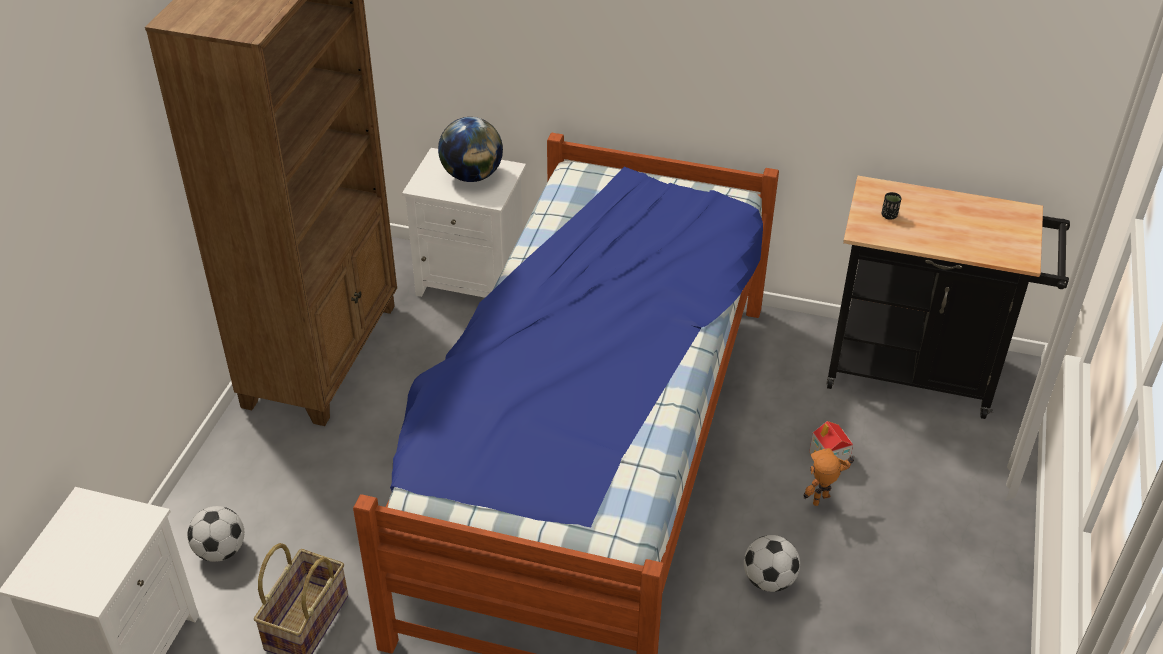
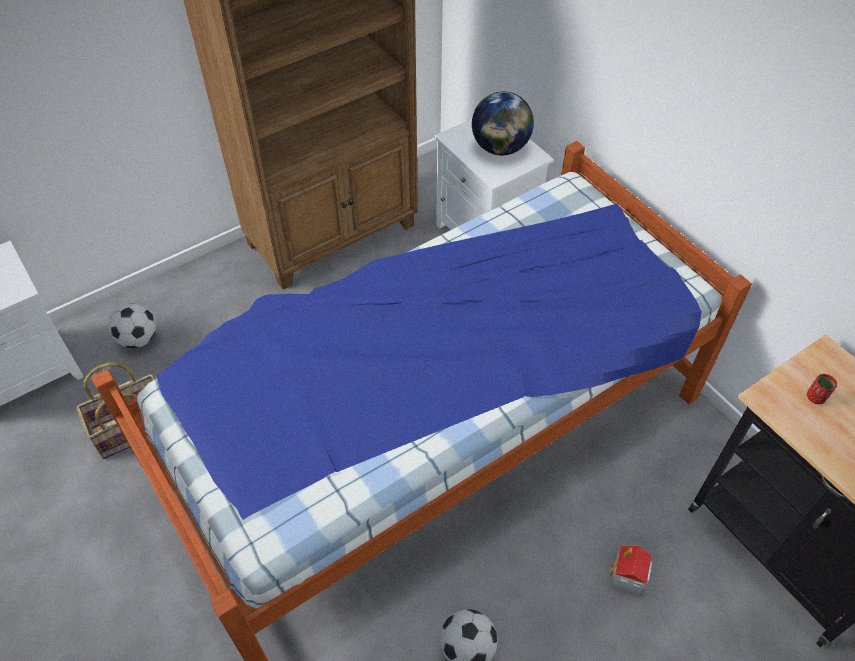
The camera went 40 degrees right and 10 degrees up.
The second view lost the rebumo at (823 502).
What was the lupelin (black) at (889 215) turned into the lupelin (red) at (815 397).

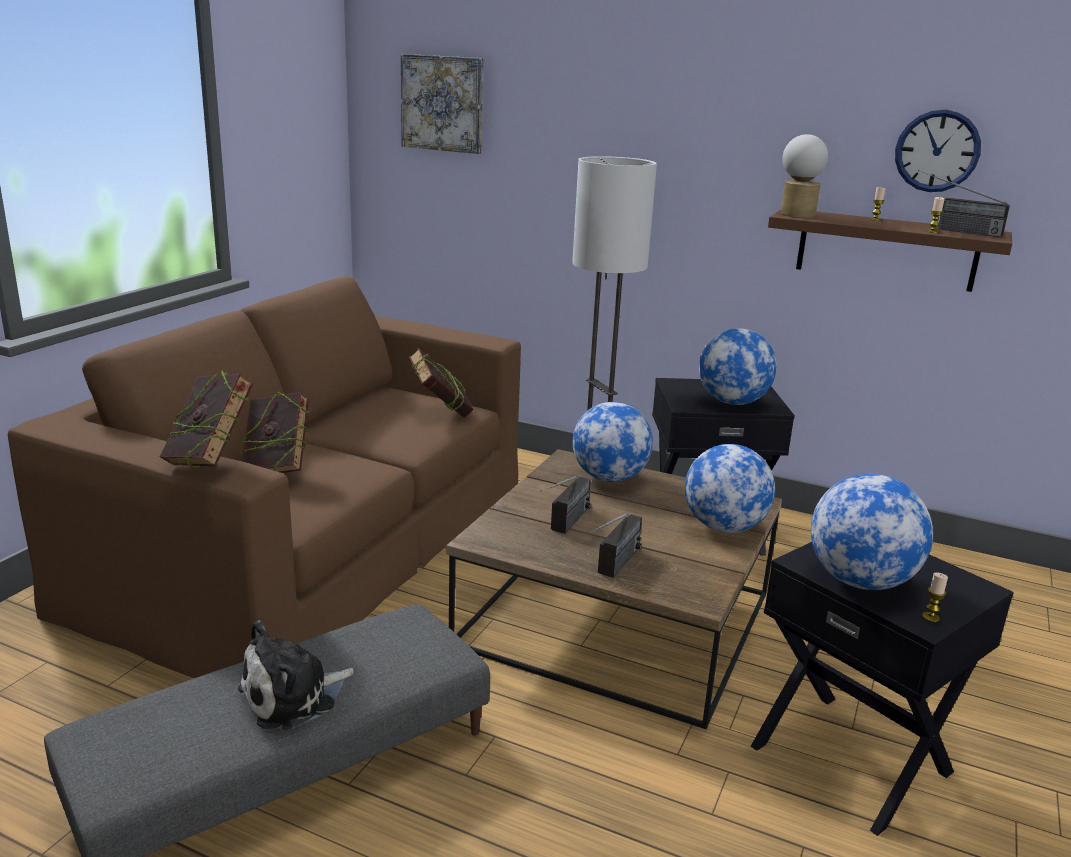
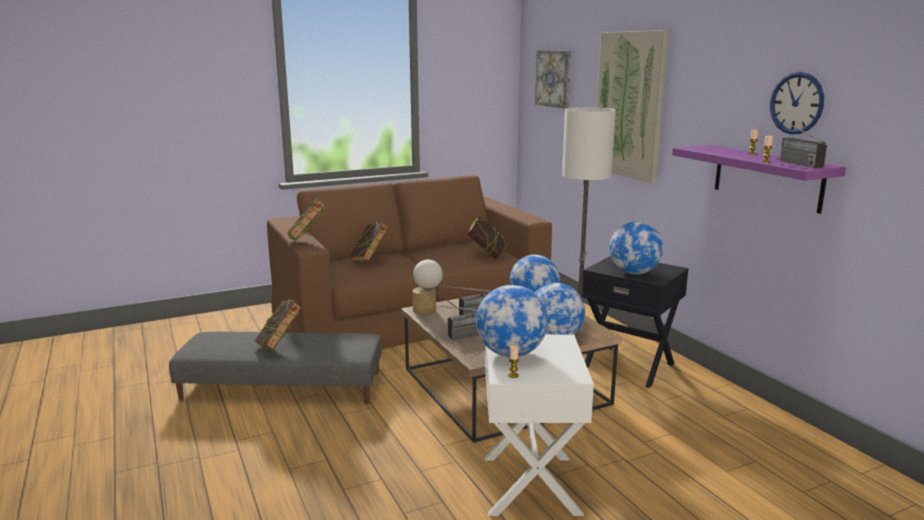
The camera went 40 degrees right and 5 degrees down.
The second view gained the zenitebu at (630 105).
The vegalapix ended up elsewhere, having gone from (797 214) to (427 309).
Where the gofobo stood at (293 697), the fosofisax came to stand at (280 347).
What was the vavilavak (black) at (852 757) turned into the vavilavak (white) at (532 485).
What was the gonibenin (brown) at (886 249) turned into the gonibenin (purple) at (767 177).

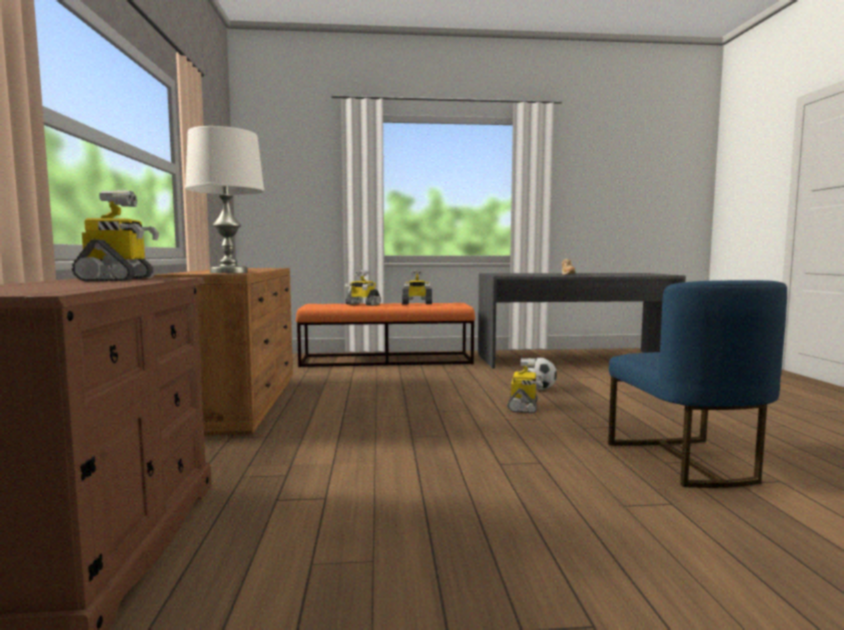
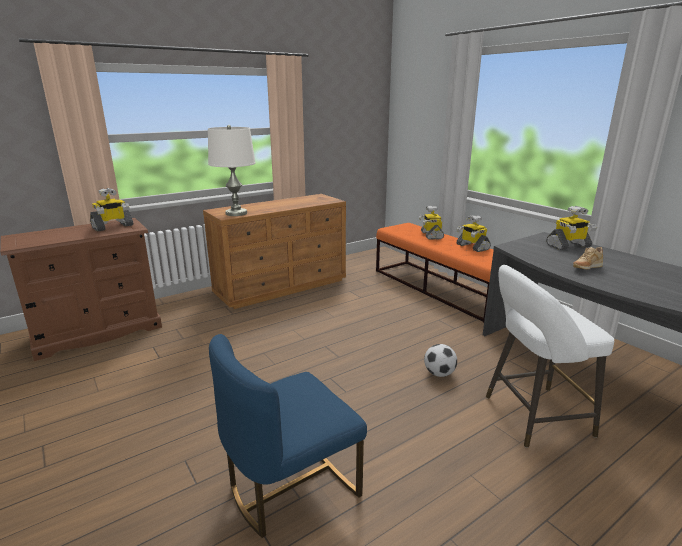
The camera went 60 degrees right and 15 degrees up.
The second view gained the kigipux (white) at (532 416).
The rebumo ended up elsewhere, having gone from (524 406) to (568 246).

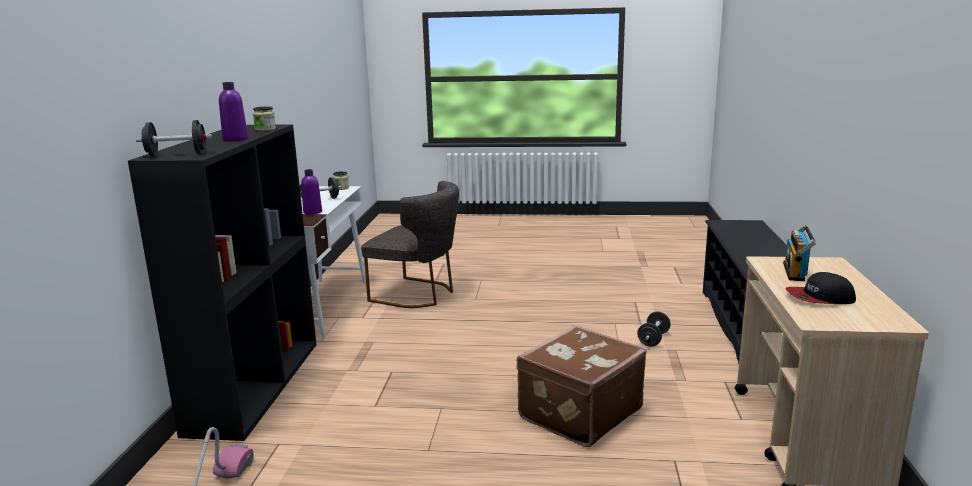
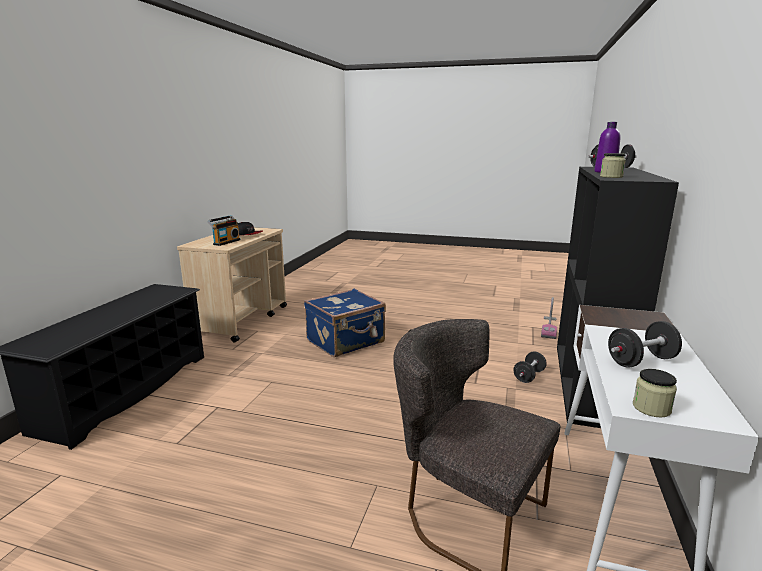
The camera went 170 degrees left and 0 degrees up.
The second view lost the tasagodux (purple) at (312 212).
The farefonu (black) ended up elsewhere, having gone from (653 339) to (529 376).
What was the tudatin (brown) at (578 413) turned into the tudatin (blue) at (346 342).

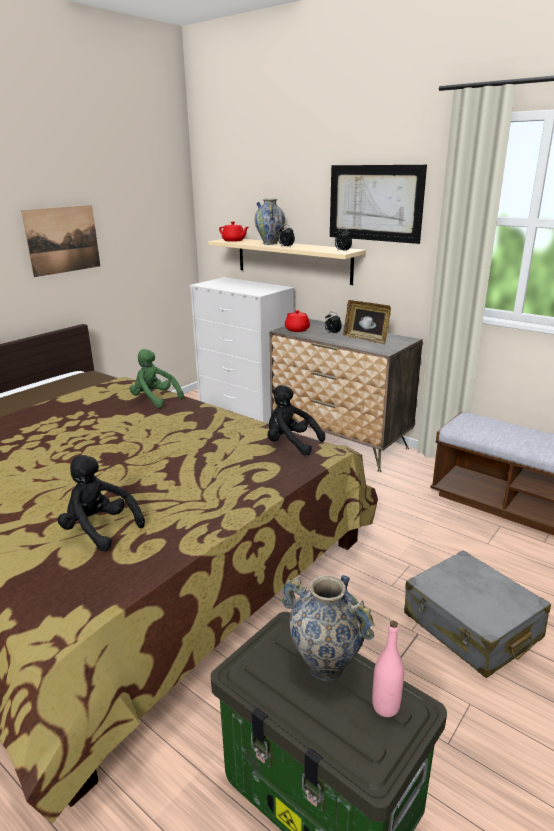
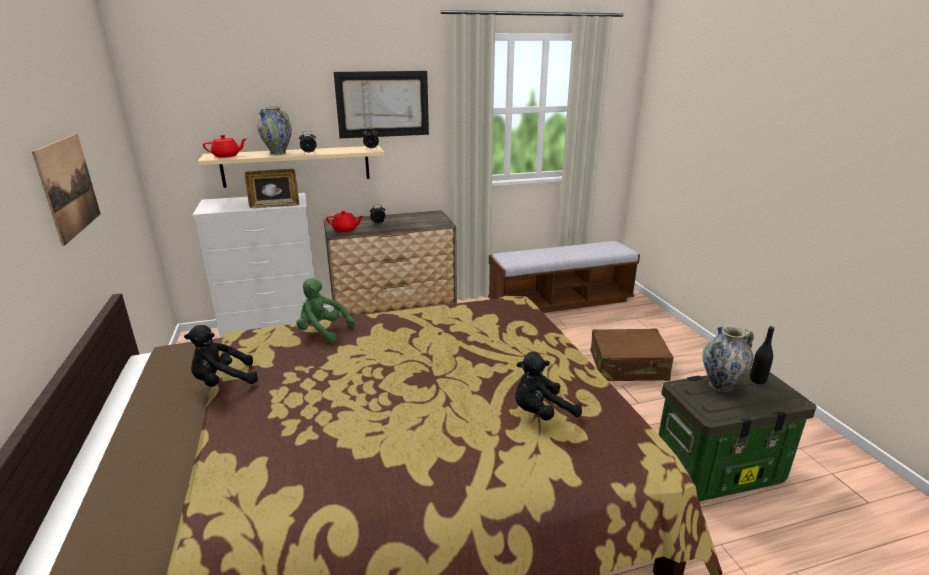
The camera went 55 degrees left and 0 degrees up.
The gofobo (black) ended up elsewhere, having gone from (290 444) to (223 381).
The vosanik ended up elsewhere, having gone from (366 339) to (275 206).
What was the tasagodux (pink) at (385 706) turned into the tasagodux (black) at (757 380).
What was the tudatin (grey) at (471 626) turned into the tudatin (brown) at (628 366).
The gofobo (green) at (154 399) ended up facing another way, 45 degrees clockwise from before.

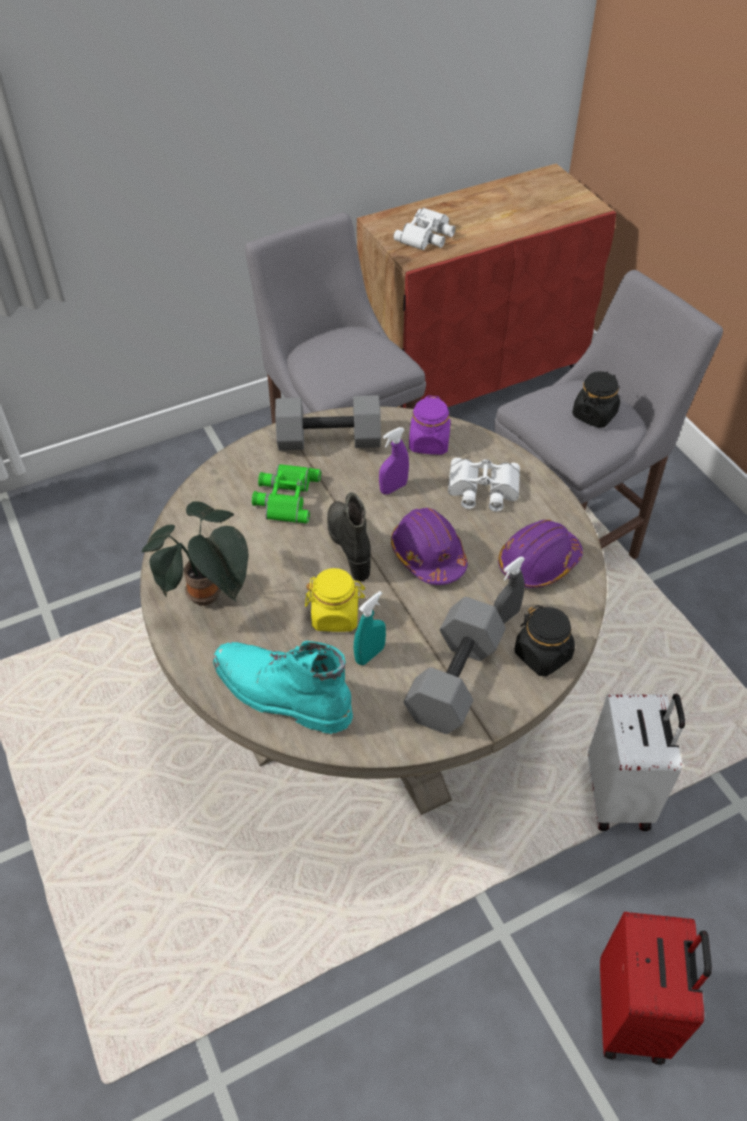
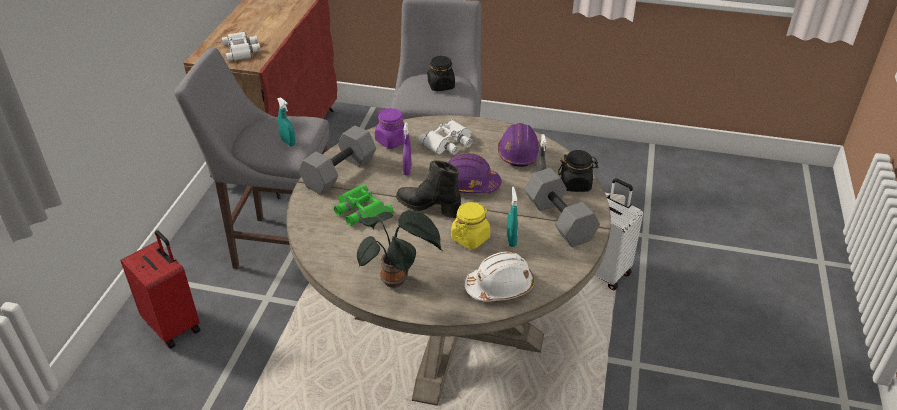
The camera went 50 degrees left and 10 degrees down.
The second view gained the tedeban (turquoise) at (288 142).
The tudatin (red) ended up elsewhere, having gone from (633 1014) to (174 325).
Where the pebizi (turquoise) stood at (280 693), the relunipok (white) came to stand at (500 286).

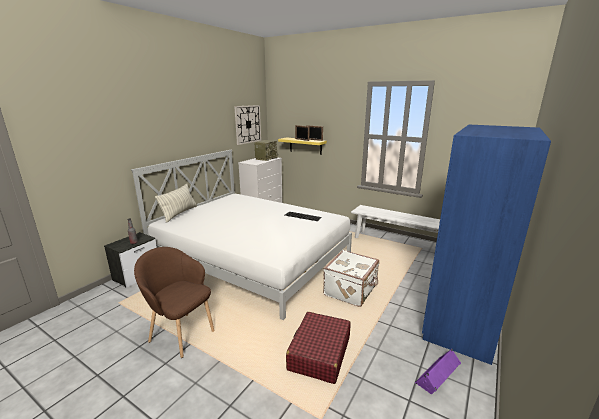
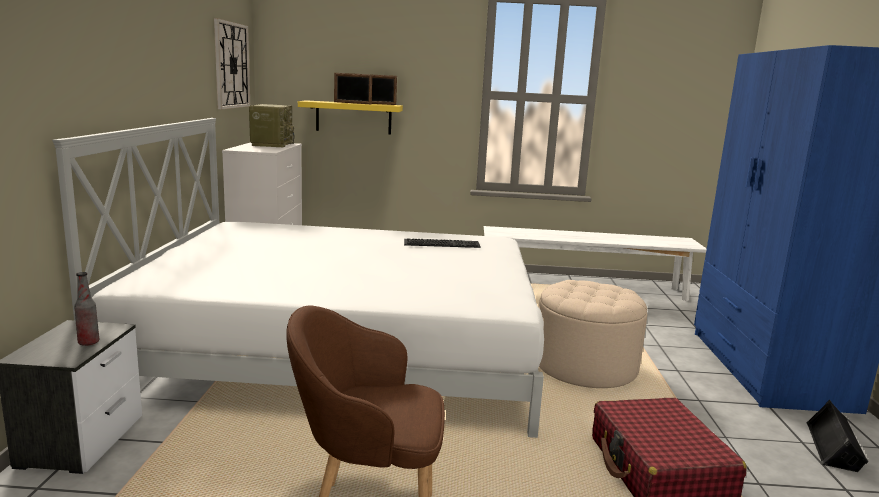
The camera went 30 degrees left and 5 degrees down.
The second view lost the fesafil at (179 213).
Where the tudatin (white) stood at (351 290), the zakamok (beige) came to stand at (585 366).
What was the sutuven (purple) at (438 376) turned into the sutuven (black) at (835 447).

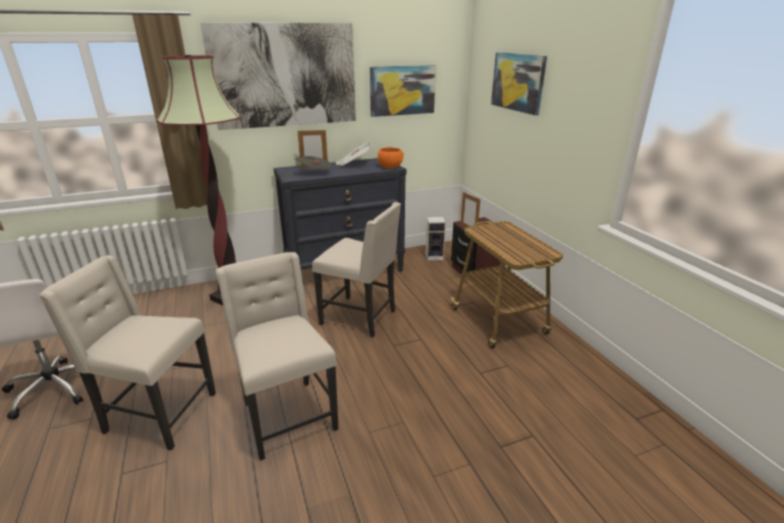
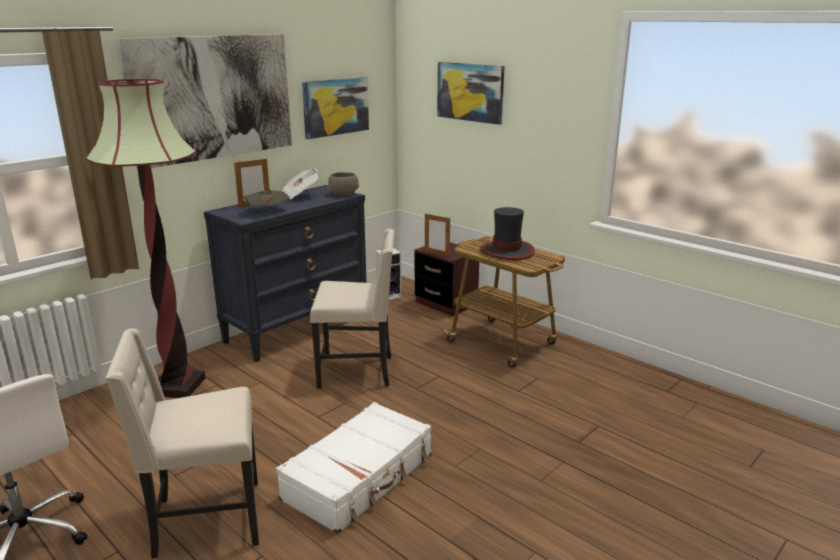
The camera went 25 degrees left and 5 degrees down.
The second view gained the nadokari at (507 251).
Where the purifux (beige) stood at (287 416), the tudatin (white) came to stand at (360 477).
What was the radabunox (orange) at (390 166) turned into the radabunox (grey) at (343 194).

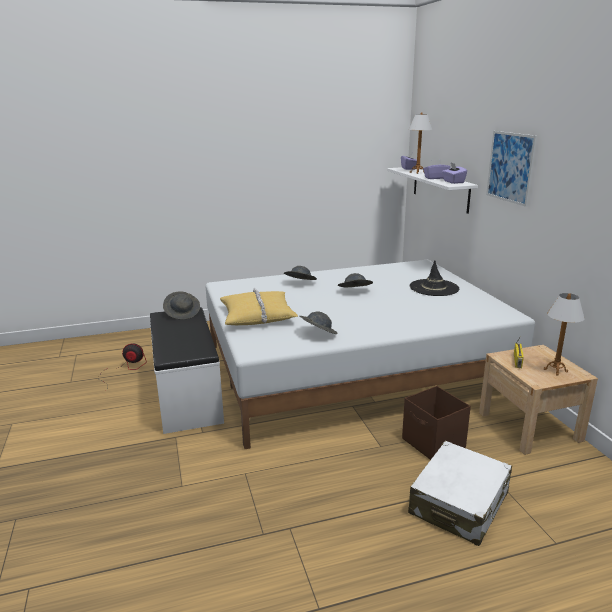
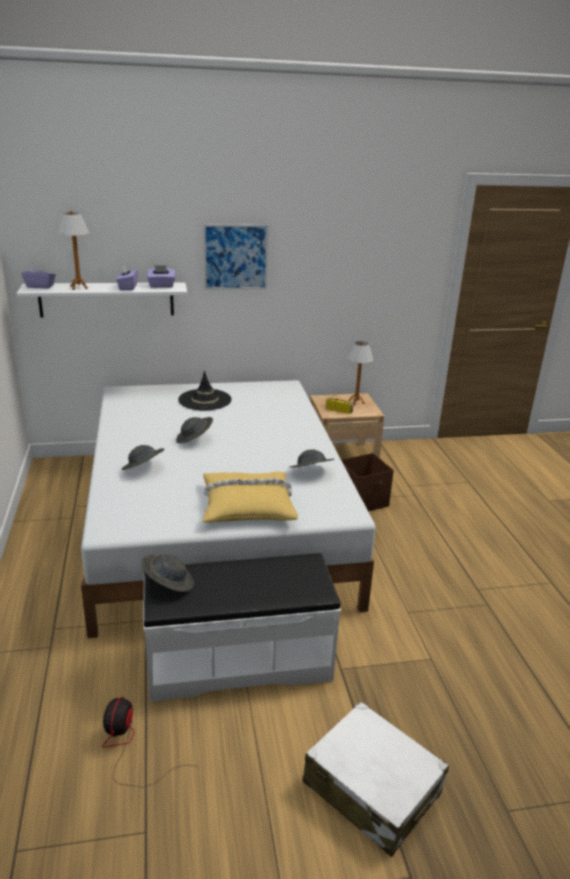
The camera went 85 degrees left and 5 degrees up.
The tudatin (white) ended up elsewhere, having gone from (459 503) to (371 788).

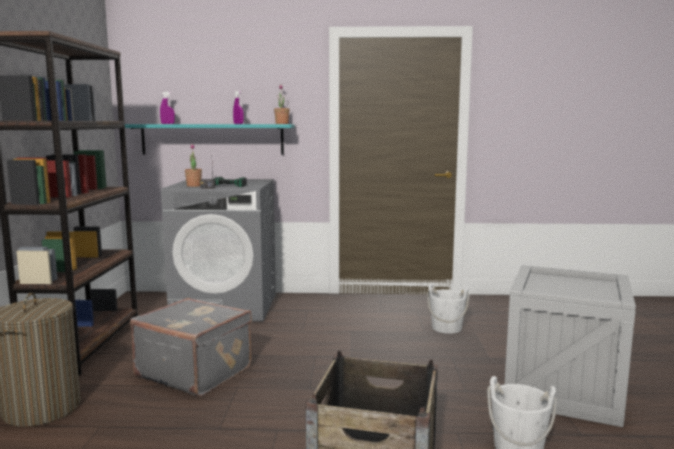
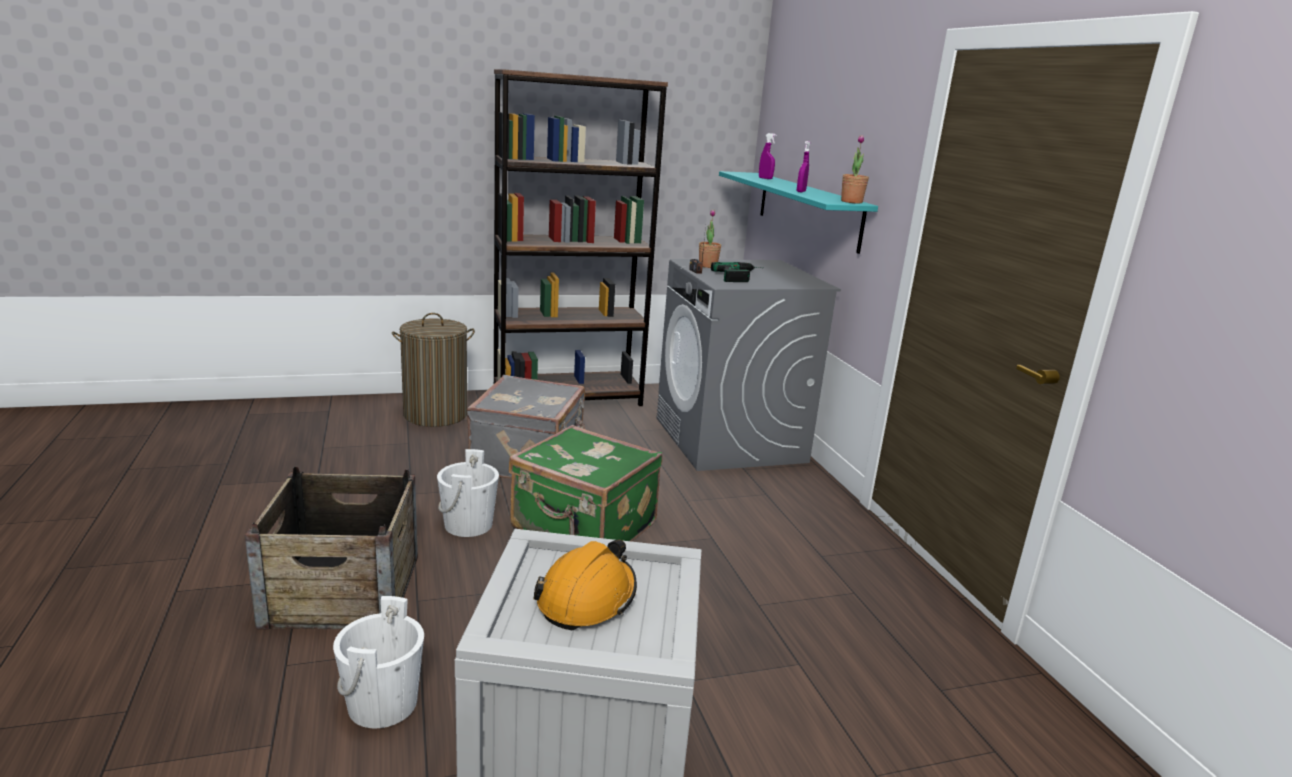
The camera went 70 degrees right and 10 degrees up.
The second view gained the tudatin (green) at (583 528).
The second view gained the relunipok (orange) at (587 598).
The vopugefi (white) ended up elsewhere, having gone from (446 328) to (468 525).

